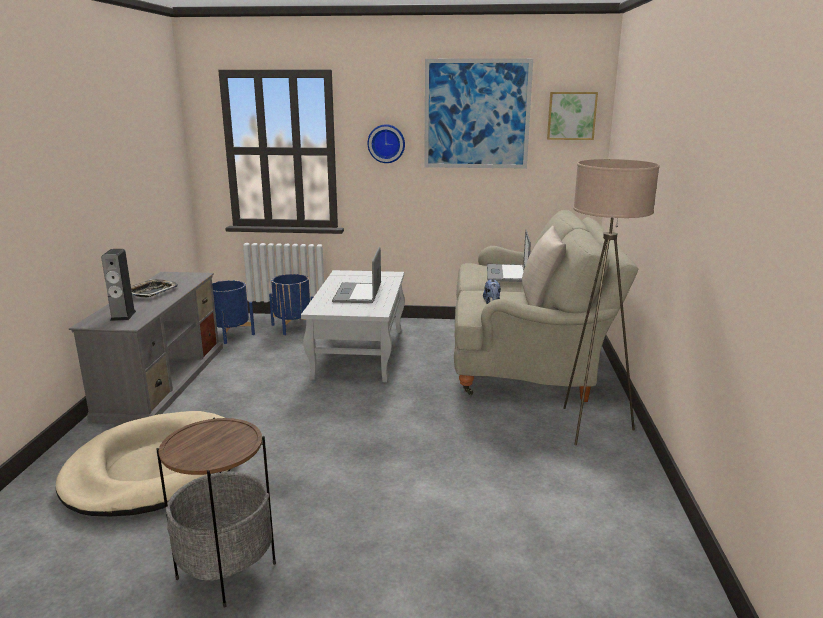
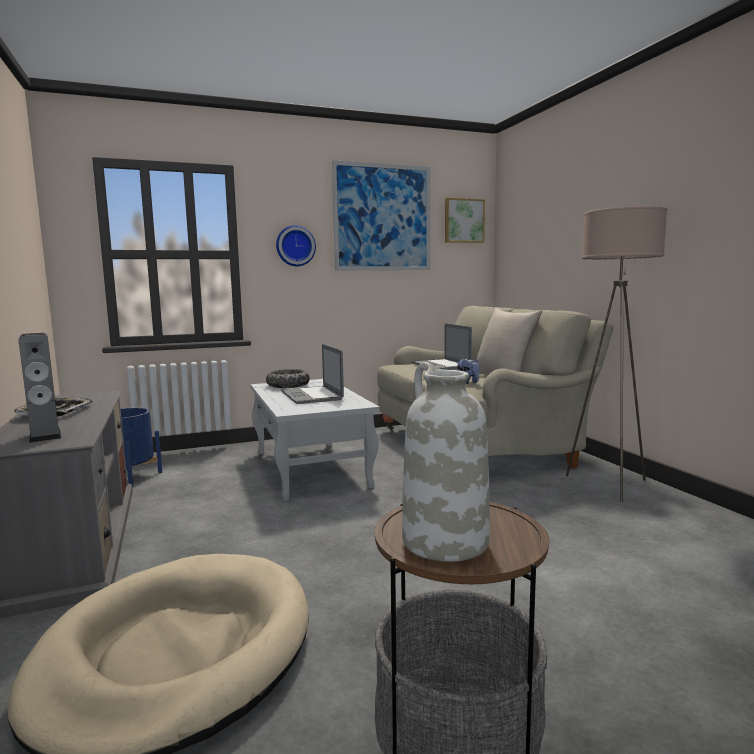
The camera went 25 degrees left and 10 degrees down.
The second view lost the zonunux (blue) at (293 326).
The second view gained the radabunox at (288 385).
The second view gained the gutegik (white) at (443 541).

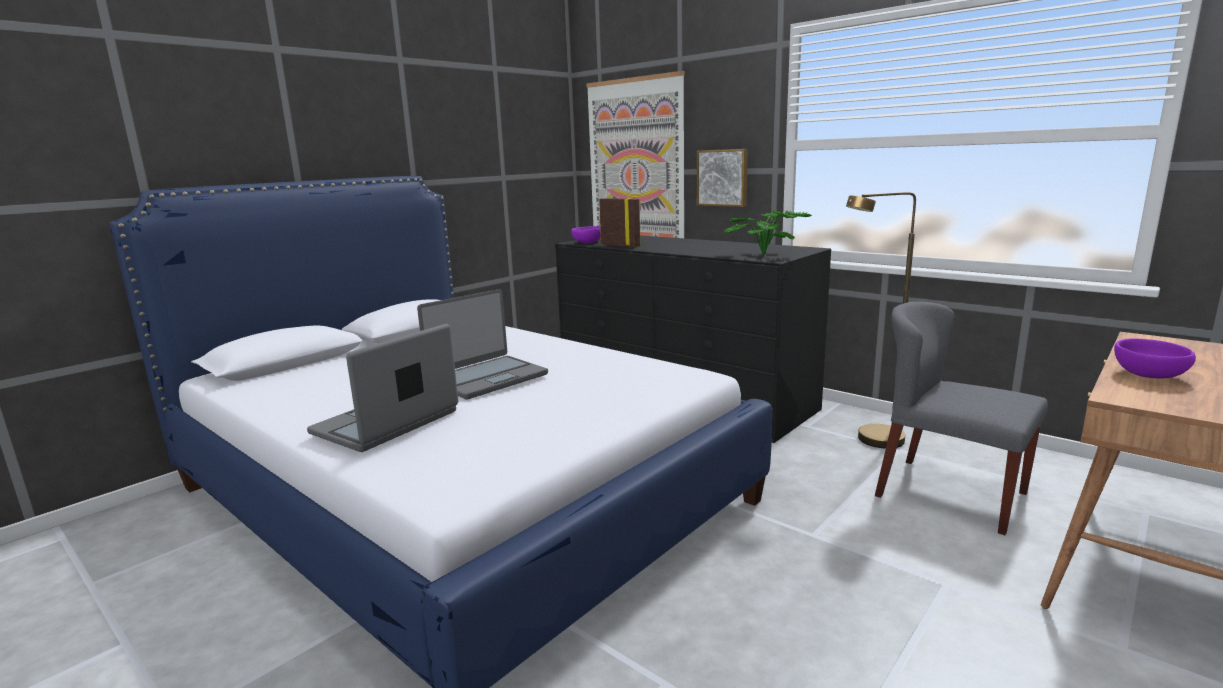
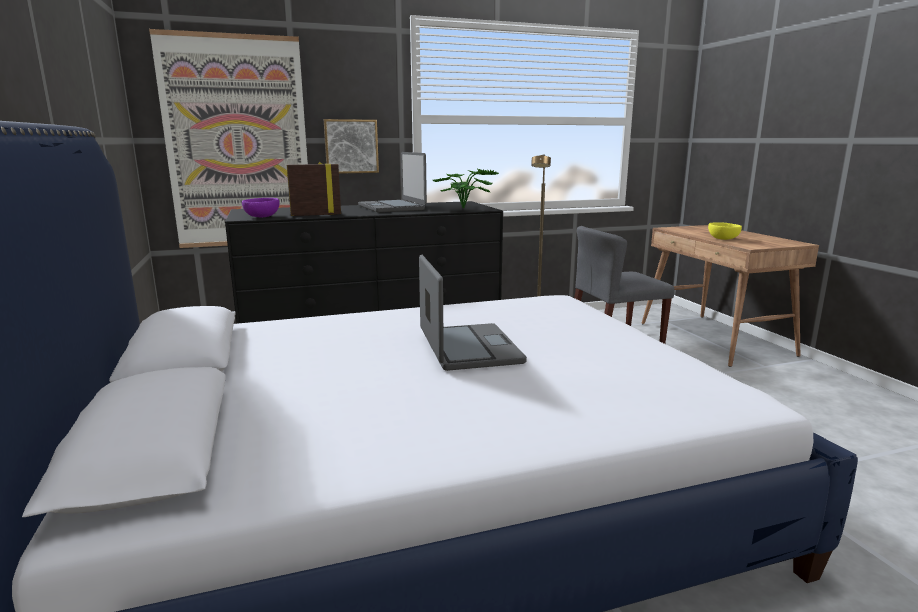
The camera went 60 degrees left and 0 degrees up.
The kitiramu ended up elsewhere, having gone from (387 423) to (392 207).
What was the radabunox (purple) at (1148 375) turned into the radabunox (yellow) at (722 239).

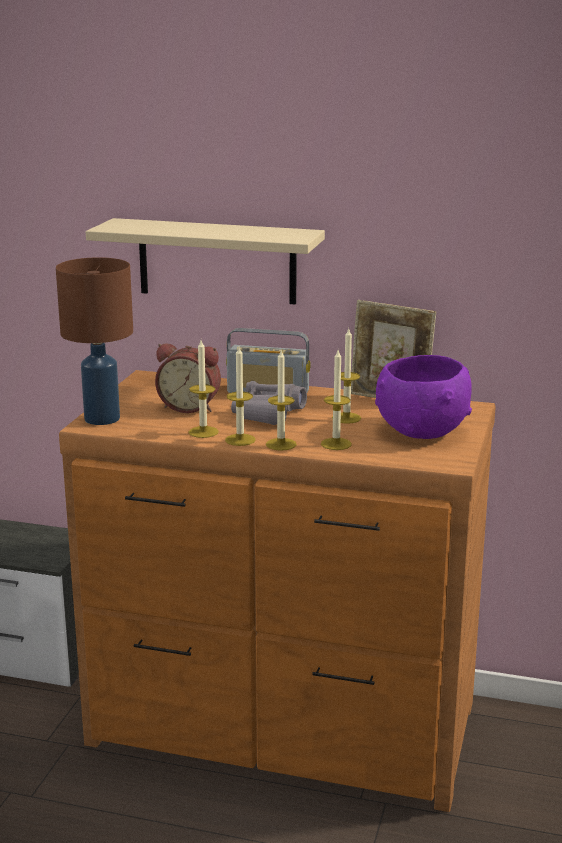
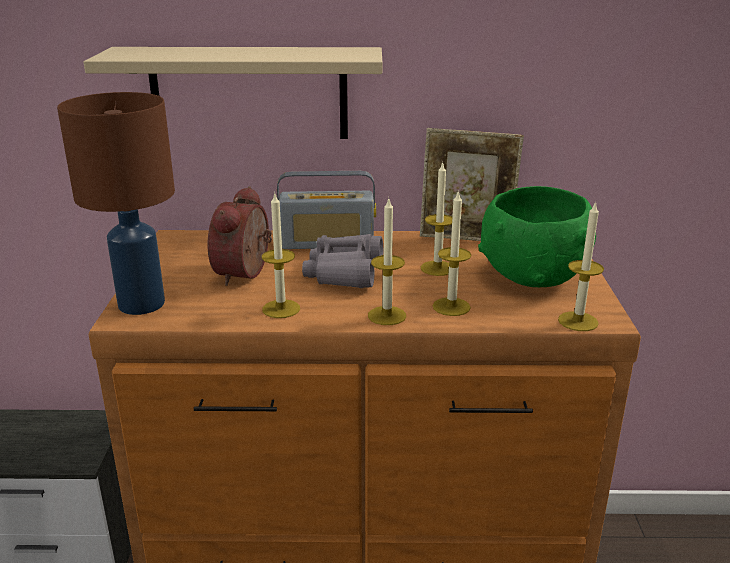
The camera went 15 degrees left and 5 degrees up.
The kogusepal ended up elsewhere, having gone from (240 440) to (578 321).
What was the radabunox (purple) at (421 431) turned into the radabunox (green) at (532 277).
The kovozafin at (190 407) ended up facing another way, 105 degrees clockwise from before.

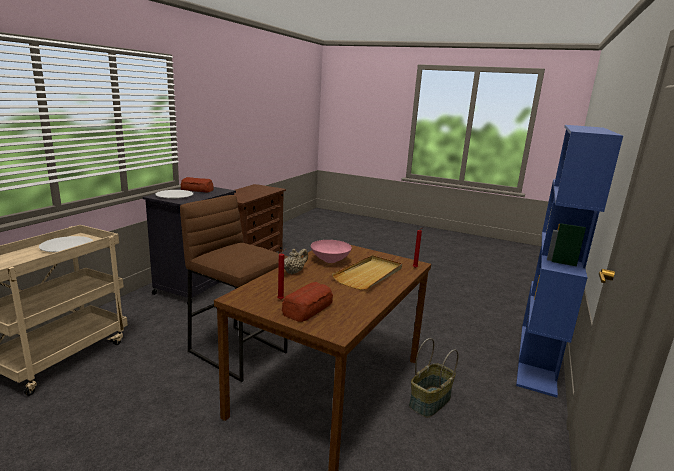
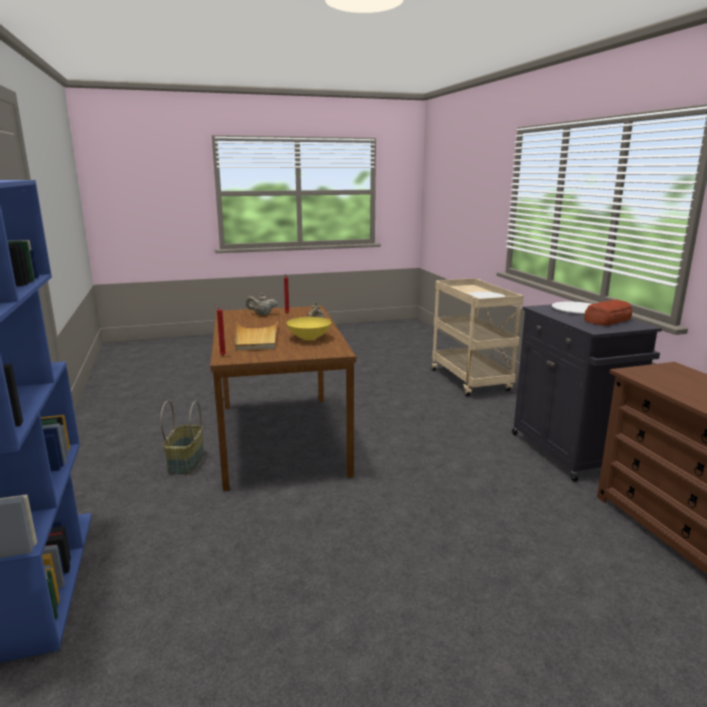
The camera went 140 degrees right and 0 degrees up.
The second view lost the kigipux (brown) at (238 351).
Where the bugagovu stood at (308 309), the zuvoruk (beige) came to stand at (262 314).
What was the radabunox (pink) at (330 260) turned into the radabunox (yellow) at (309 338).

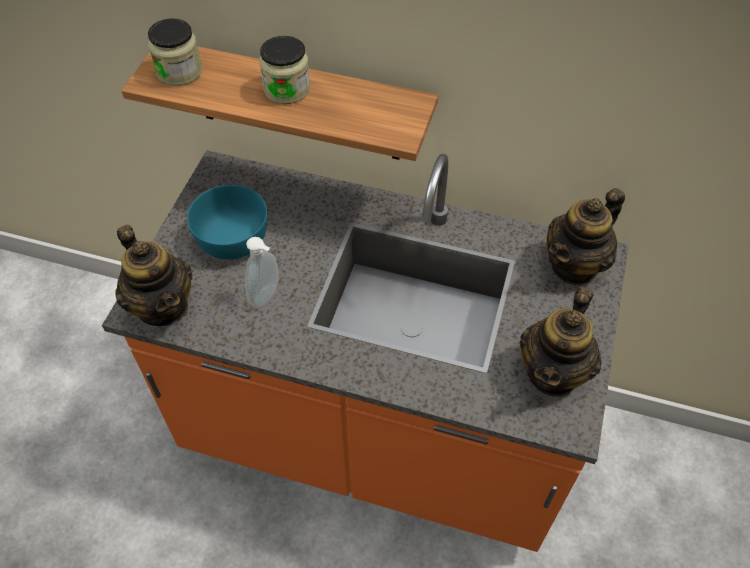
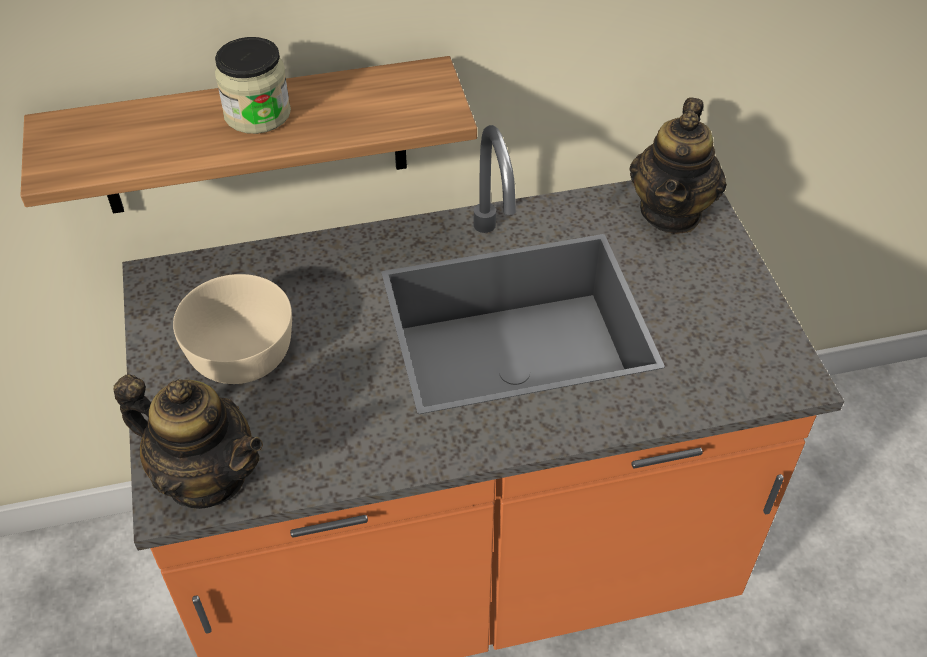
The camera went 30 degrees left and 5 degrees down.
The second view lost the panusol at (179 72).
The second view lost the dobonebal at (267 296).
The second view lost the zuvoruk at (553 372).
What was the radabunox (turquoise) at (232 237) turned into the radabunox (beige) at (240 352).

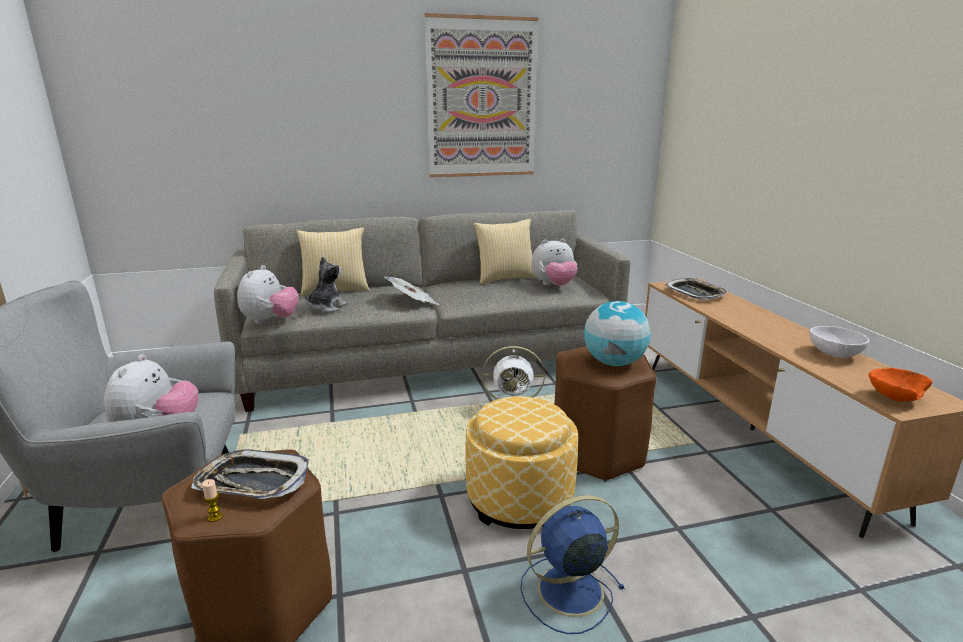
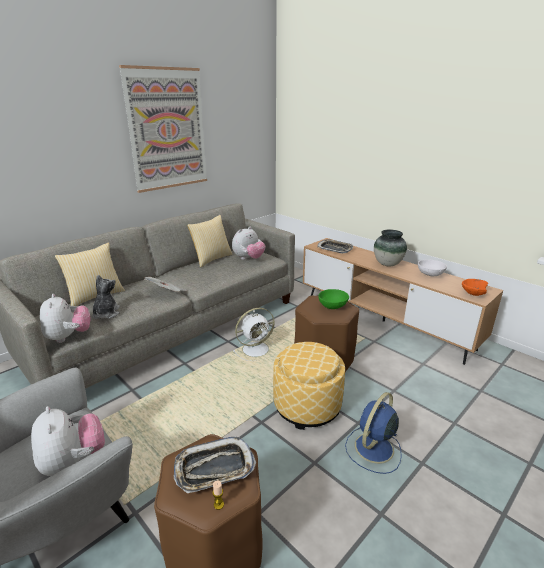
The camera went 30 degrees left and 5 degrees up.
The second view gained the gutegik at (387 264).
Where the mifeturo stood at (614 363), the radabunox (green) came to stand at (333 306).

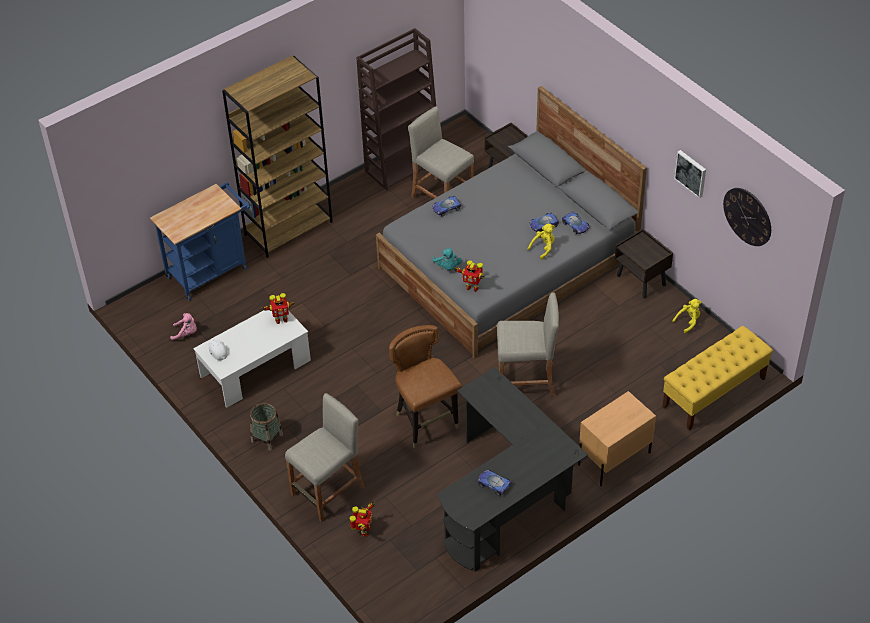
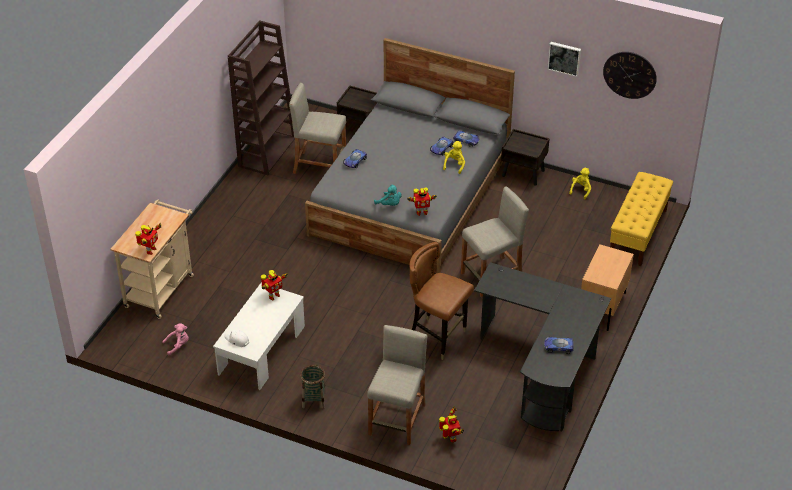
The camera went 30 degrees left and 5 degrees down.
The second view lost the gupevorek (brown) at (288 228).
The second view gained the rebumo at (150 250).
What was the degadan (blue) at (211 270) turned into the degadan (beige) at (161 288).

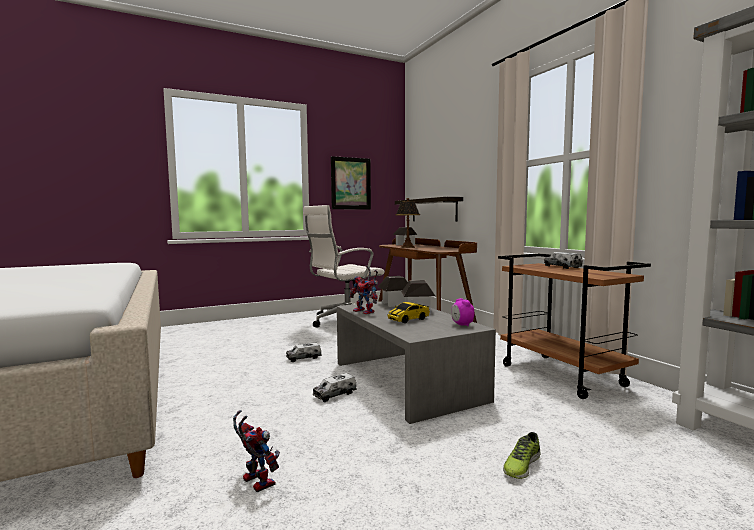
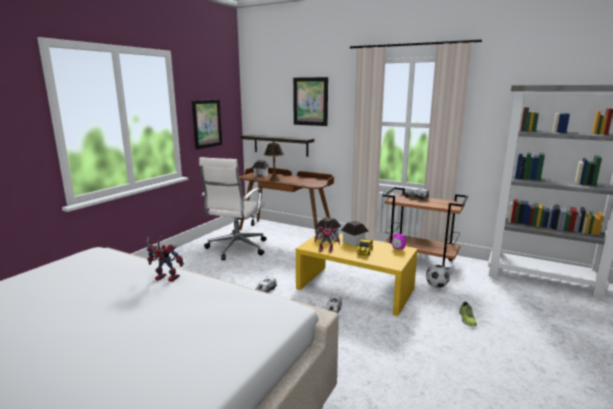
The camera went 35 degrees left and 10 degrees up.
The second view gained the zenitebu at (310 101).
The second view gained the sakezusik at (436 286).
The rebumo ended up elsewhere, having gone from (254 481) to (164 278).
What was the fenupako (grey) at (407 380) turned into the fenupako (yellow) at (355 288).

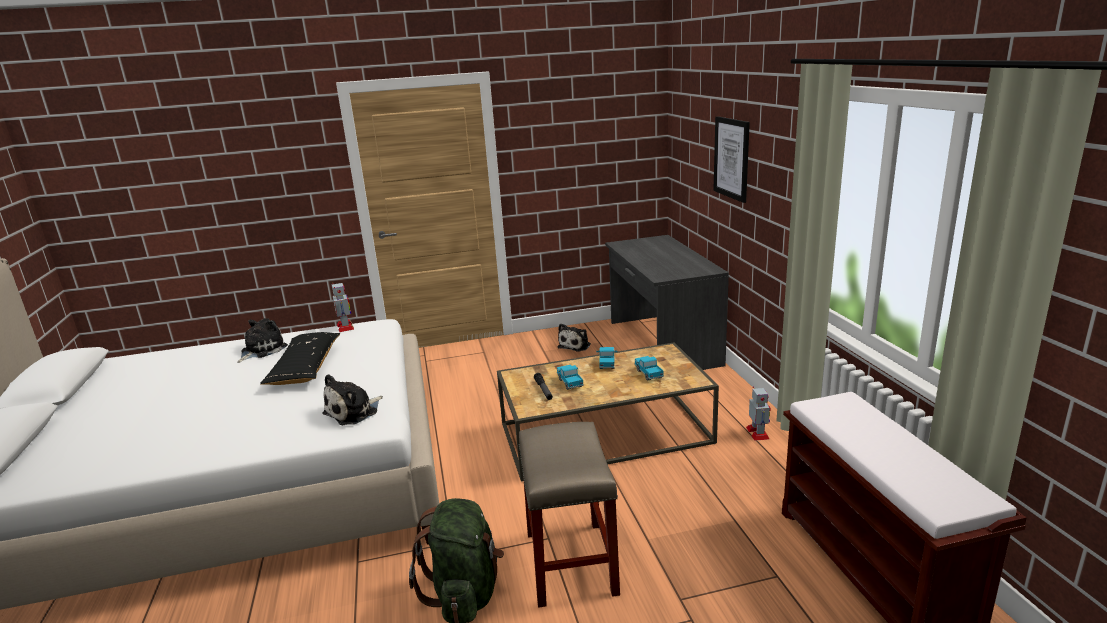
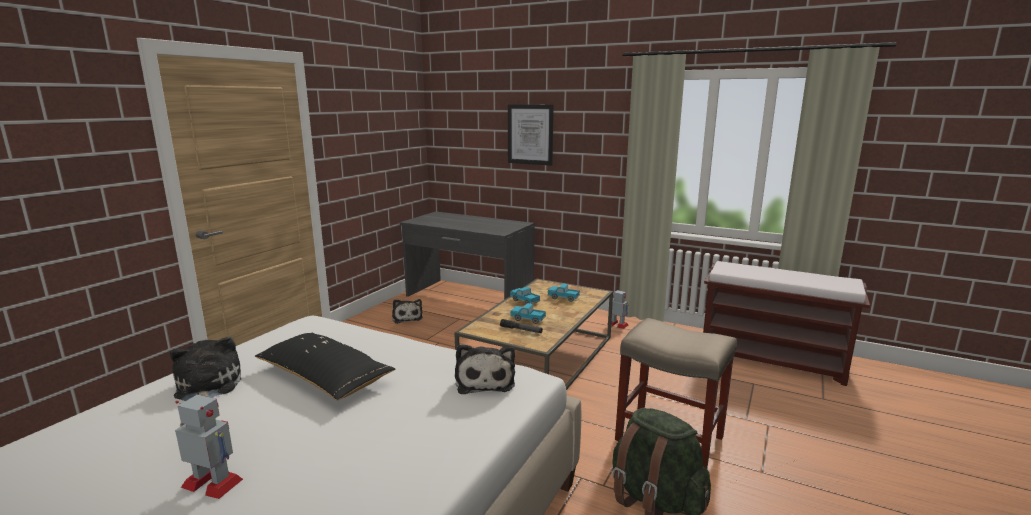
The camera went 50 degrees left and 5 degrees down.
The rebumo ended up elsewhere, having gone from (345 327) to (213 483).

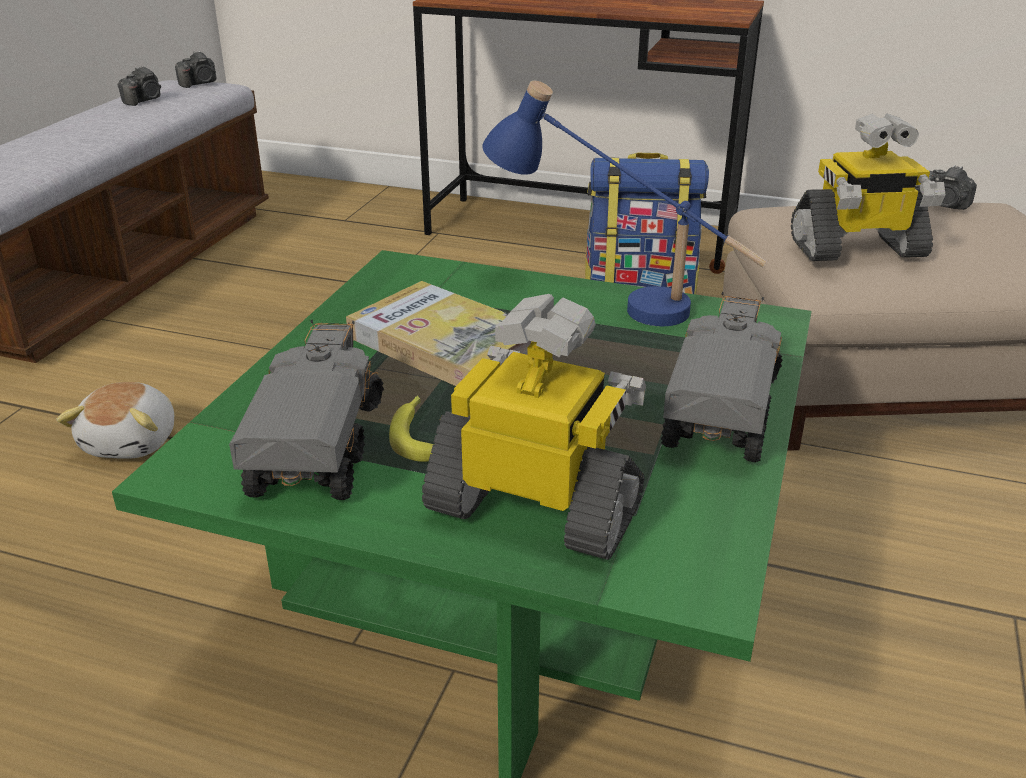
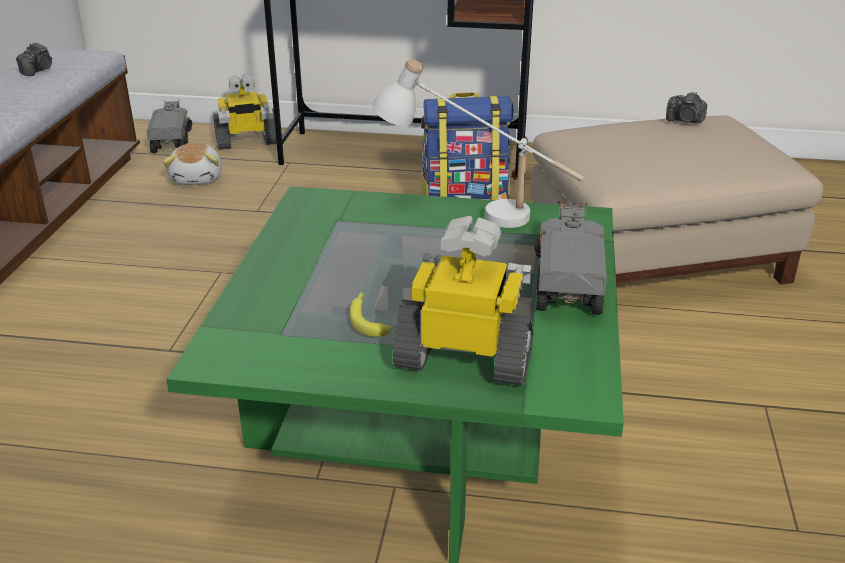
The camera went 10 degrees left and 0 degrees up.
The second view lost the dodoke at (200 83).
The second view lost the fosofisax at (444 342).
The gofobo ended up elsewhere, having gone from (133 442) to (198 178).
The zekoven ended up elsewhere, having gone from (317 447) to (171 141).
The rebumo ended up elsewhere, having gone from (857 249) to (246 142).
What was the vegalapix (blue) at (614 302) turned into the vegalapix (white) at (474 212).

